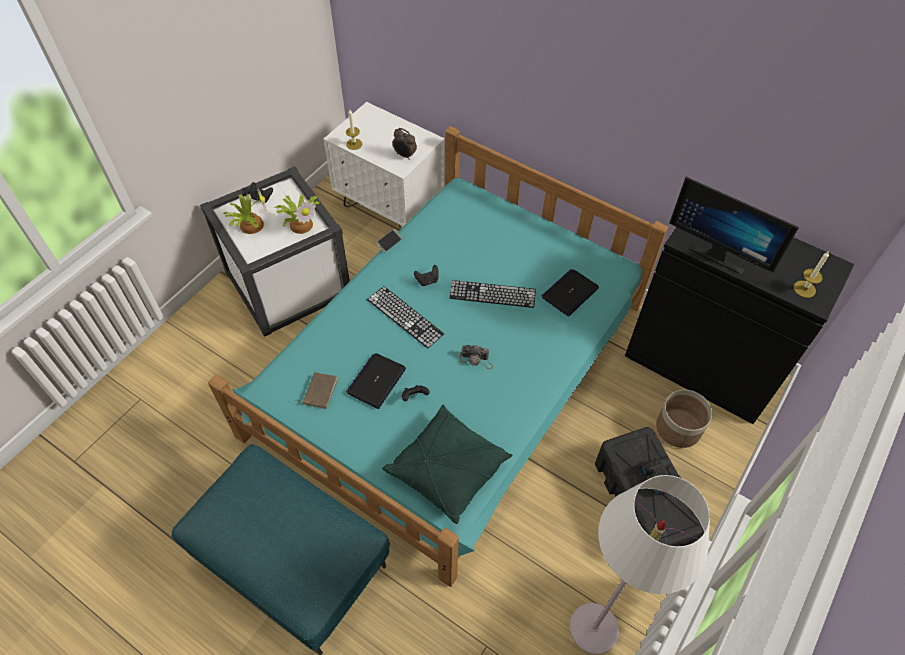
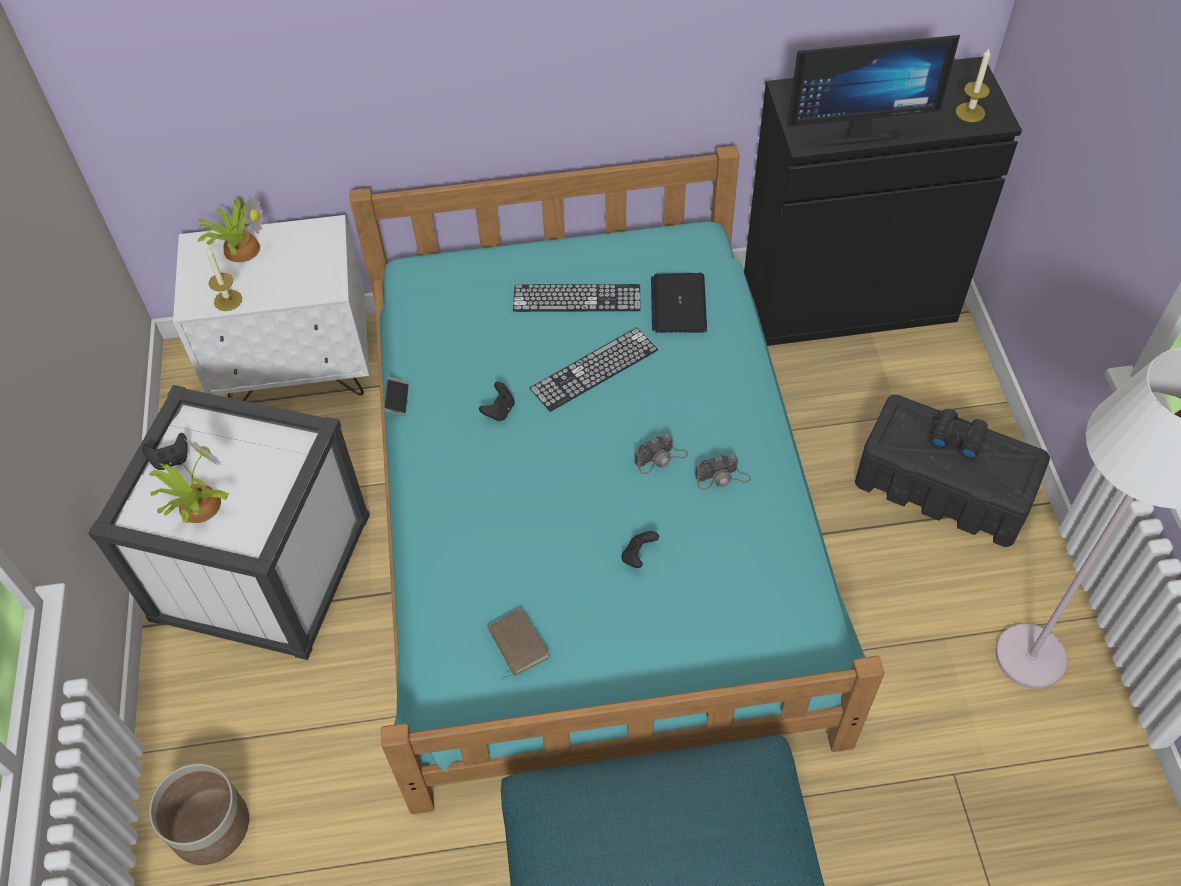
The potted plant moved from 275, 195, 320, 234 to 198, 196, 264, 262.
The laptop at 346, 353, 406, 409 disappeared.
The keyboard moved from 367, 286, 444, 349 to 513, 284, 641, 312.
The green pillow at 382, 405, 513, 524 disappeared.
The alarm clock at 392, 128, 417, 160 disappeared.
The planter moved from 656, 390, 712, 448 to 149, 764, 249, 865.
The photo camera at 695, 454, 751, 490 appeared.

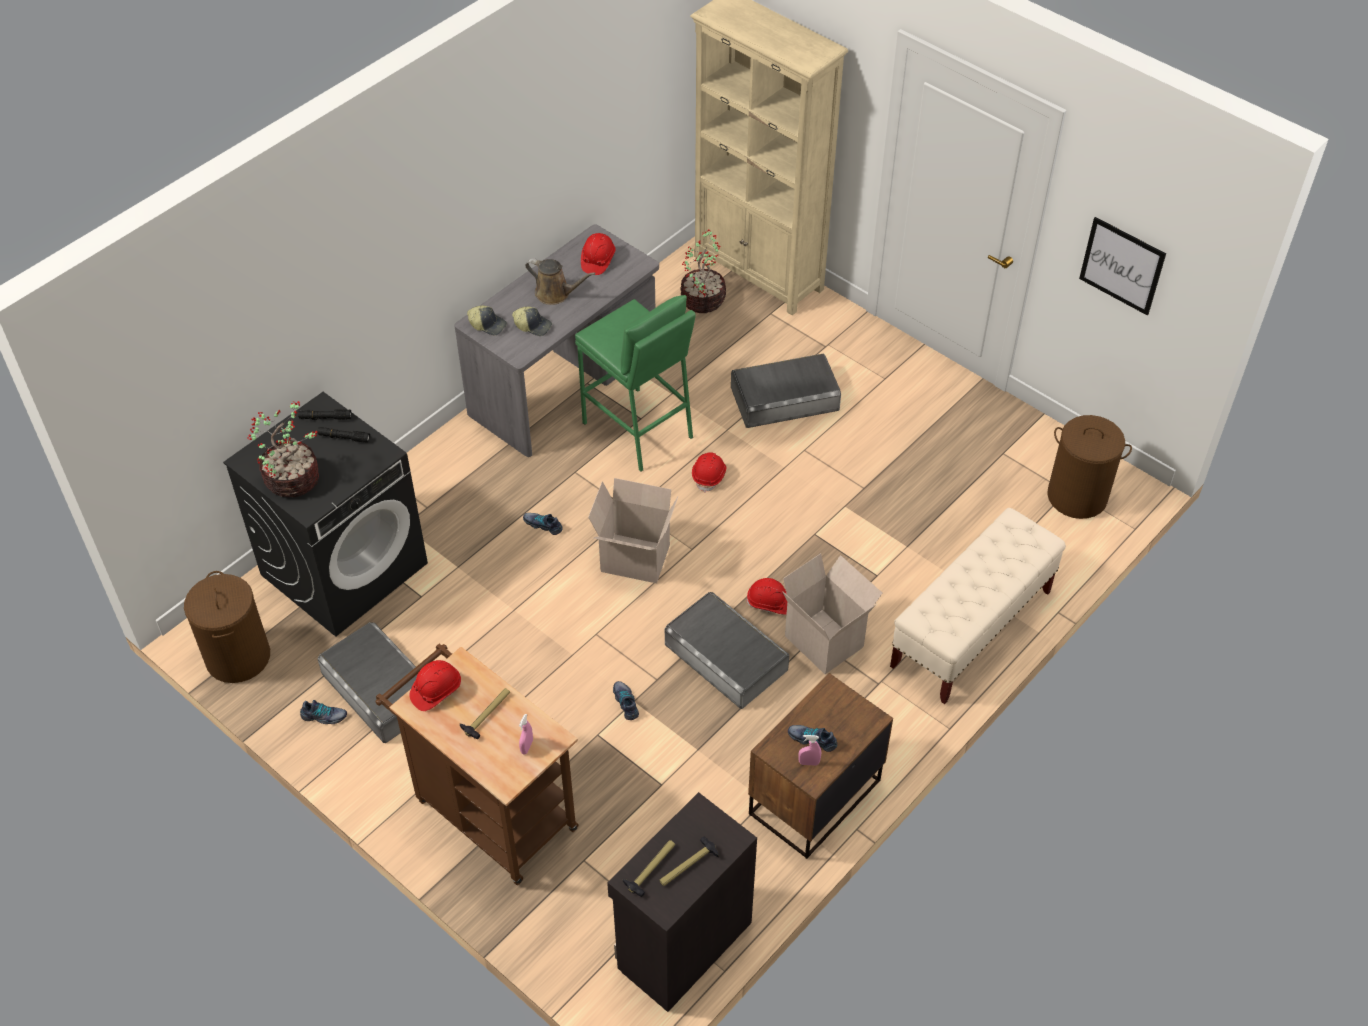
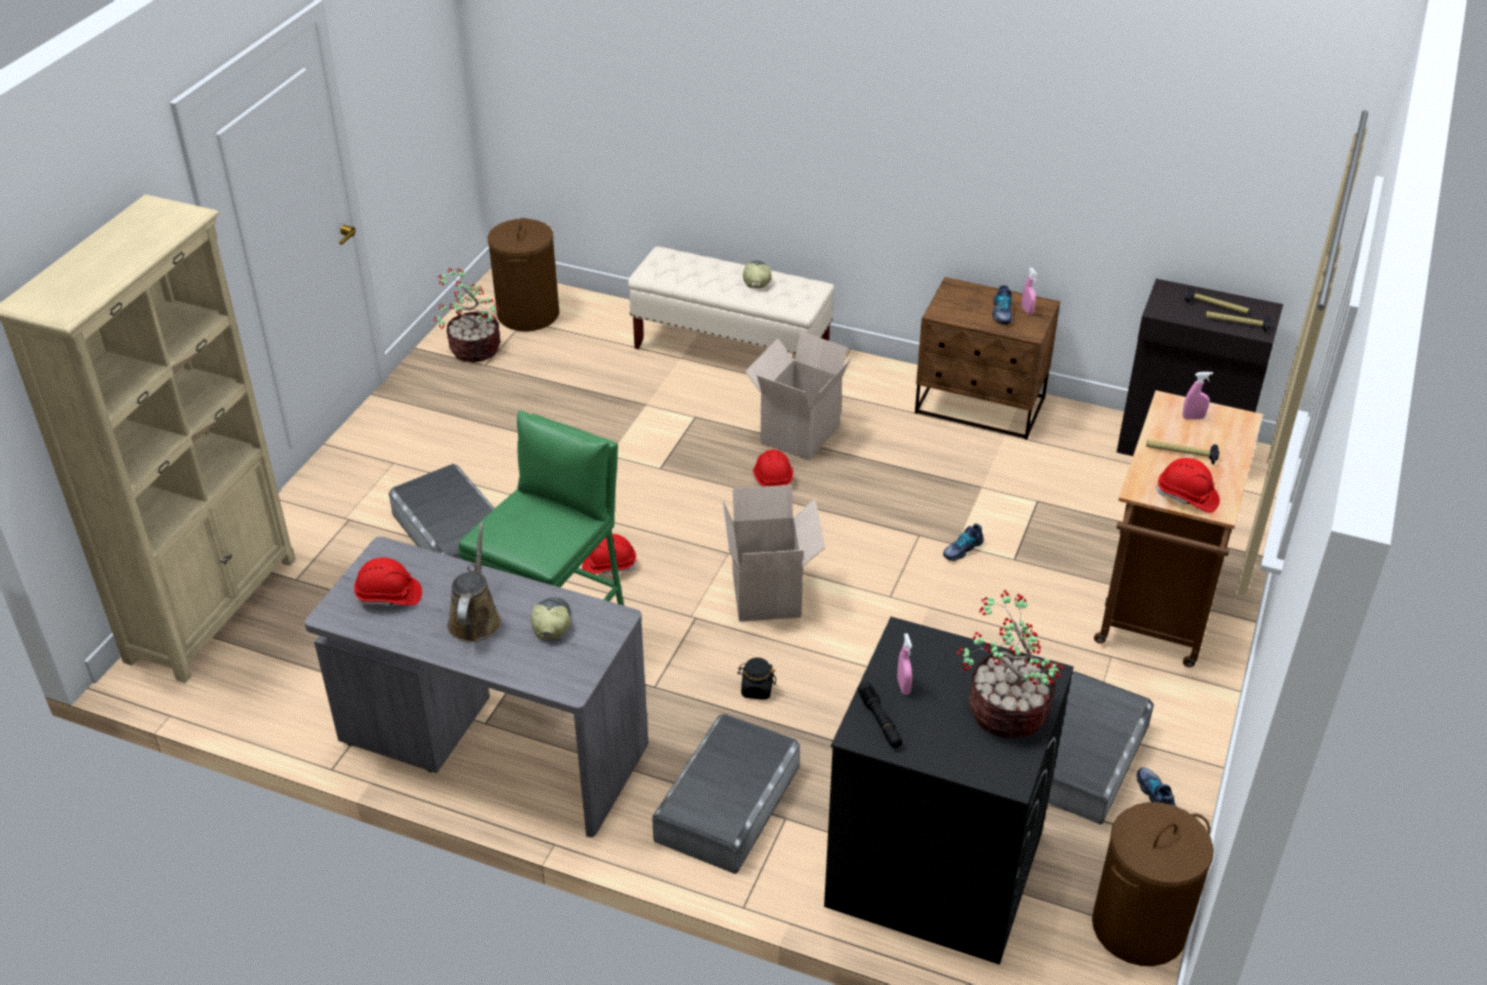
The black flashlight at 317, 427, 370, 443 was replaced by the pink spray bottle at 897, 633, 912, 695.
The cap moved from 467, 305, 507, 335 to 743, 260, 771, 288.
The shoe at 523, 513, 563, 535 was replaced by the black jar at 737, 657, 776, 700.
The grey storage box moved from 665, 592, 789, 709 to 652, 714, 800, 874.
The potted plant moved from 680, 229, 726, 313 to 433, 267, 500, 362.
The picture at 1079, 217, 1166, 315 disappeared.

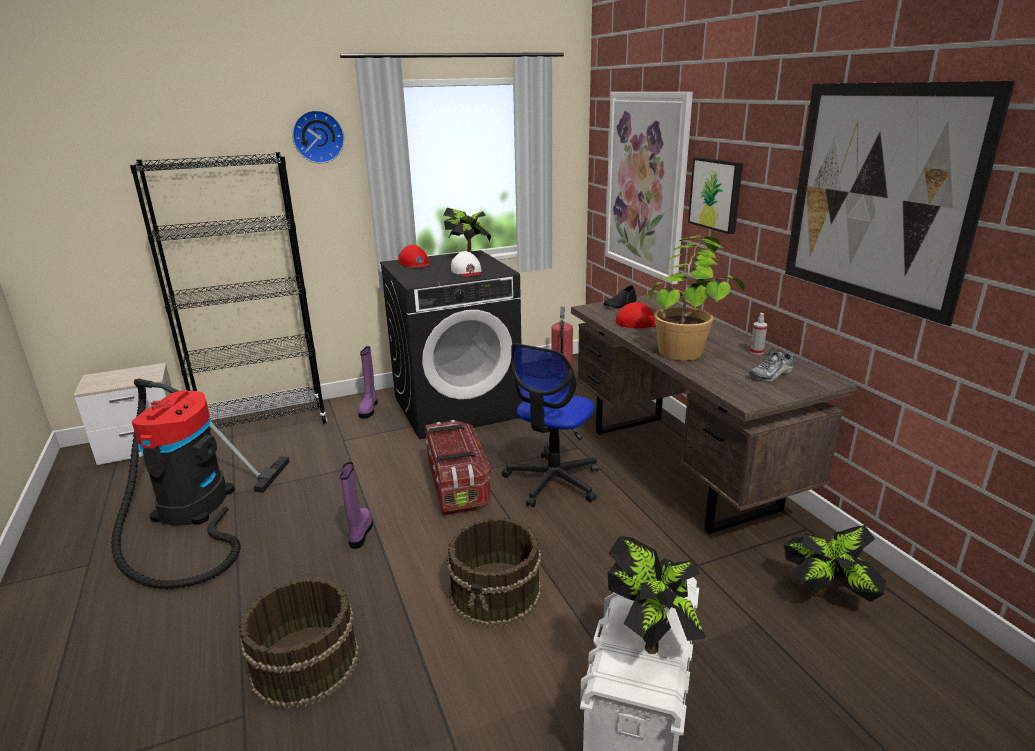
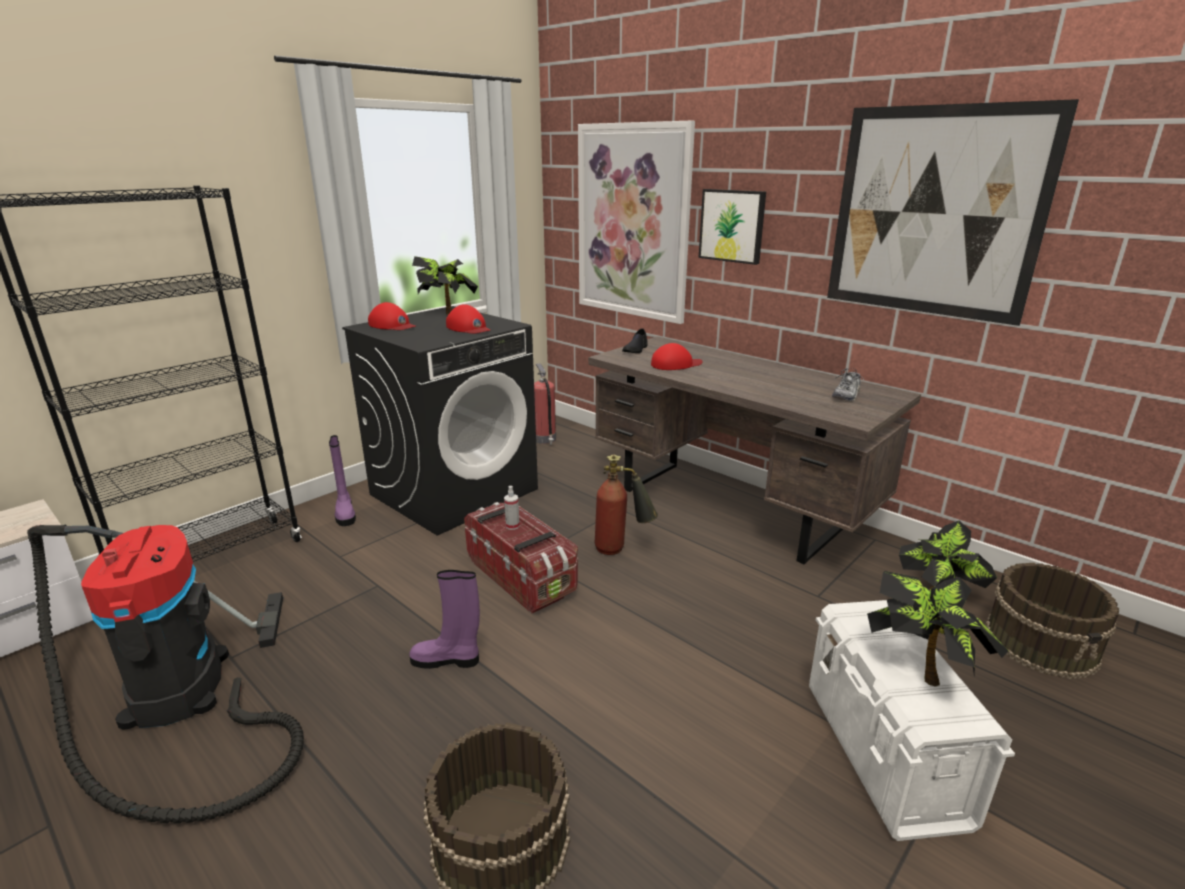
The wall clock at 292, 110, 344, 164 disappeared.
The purple boot at 340, 462, 373, 549 turned 60 degrees counterclockwise.
The brown bucket moved from 447, 517, 541, 627 to 985, 563, 1119, 679.
The white cap at 451, 251, 482, 277 became the red cap at 446, 304, 490, 334.
The office chair at 502, 343, 599, 507 was replaced by the fire extinguisher at 595, 455, 658, 555.
The potted plant at 649, 235, 745, 361 disappeared.
The spray bottle moved from 750, 313, 767, 355 to 504, 486, 520, 530.

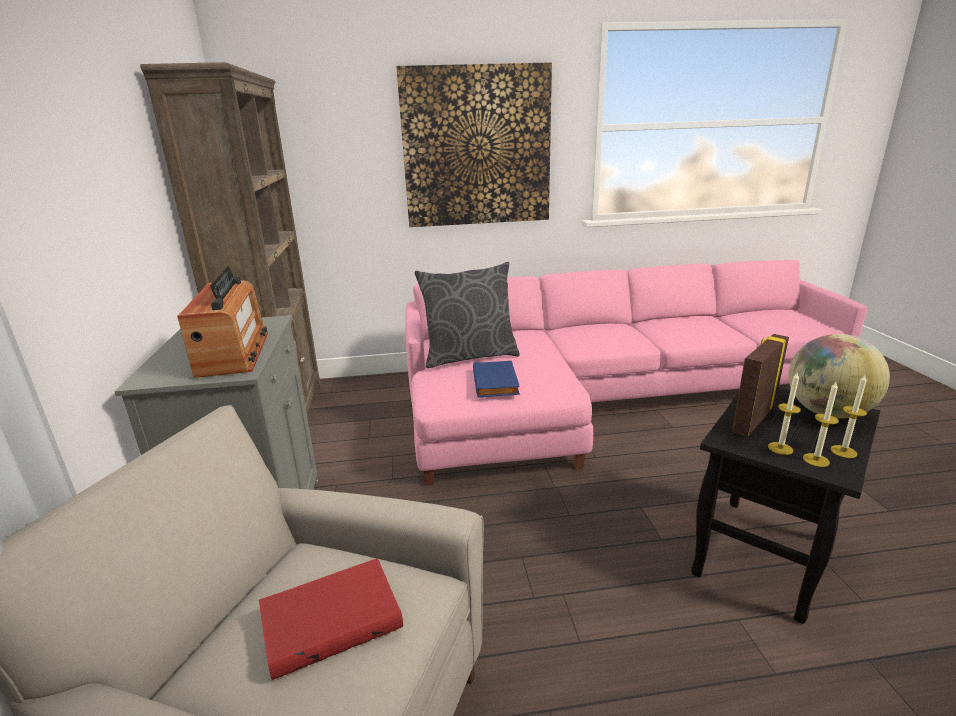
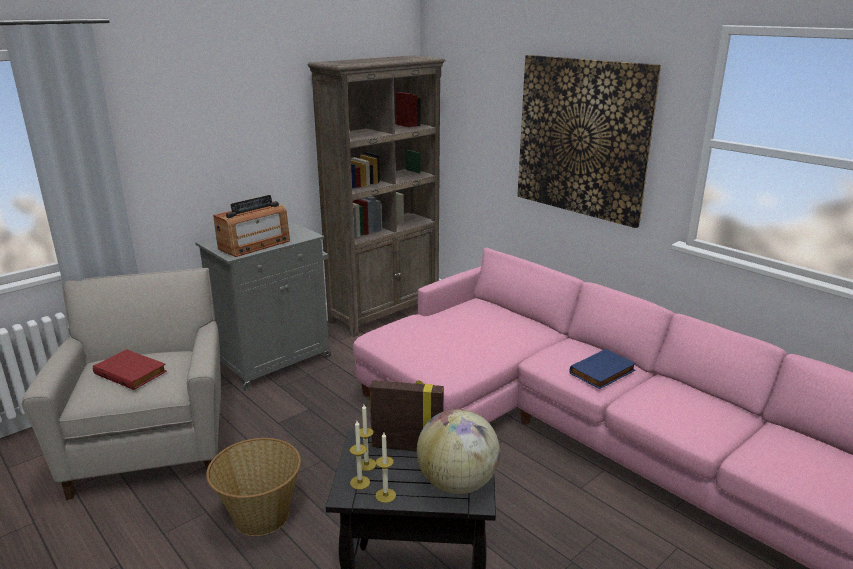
The grey pillow at 414, 262, 520, 368 disappeared.
The blue book moved from 473, 361, 520, 398 to 569, 349, 636, 389.
The basket at 206, 438, 301, 536 appeared.

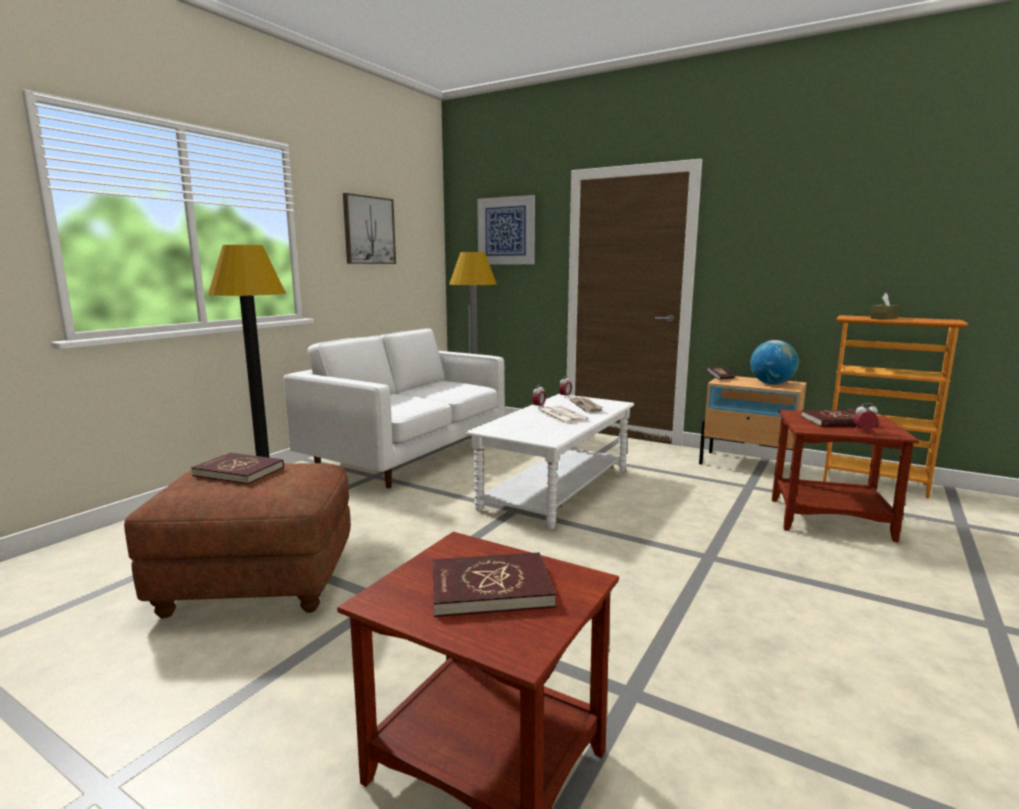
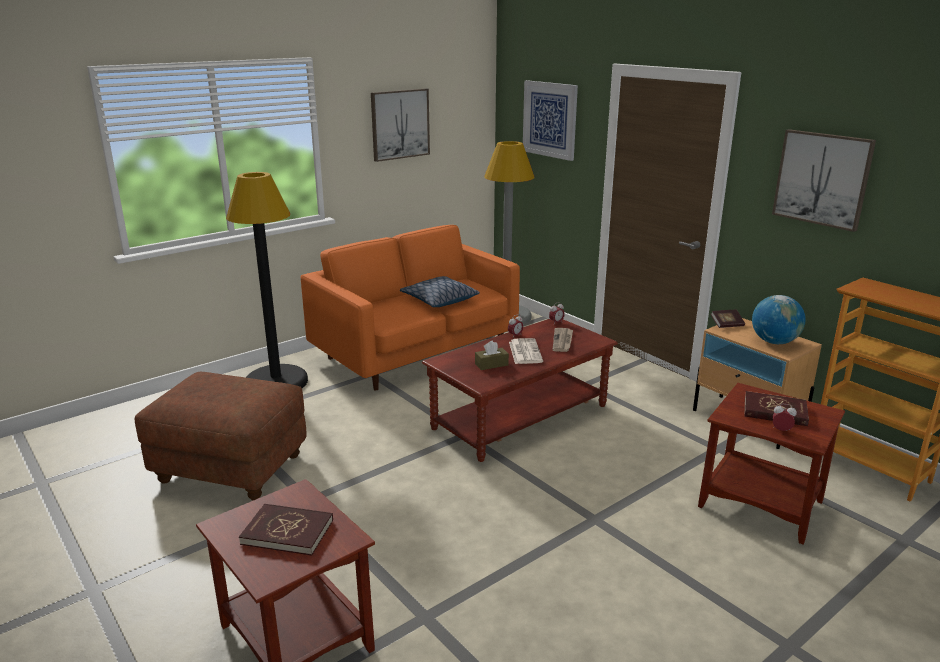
The red book at 191, 453, 284, 484 disappeared.
The white sofa at 284, 328, 505, 488 became the orange sofa at 301, 225, 520, 391.
The white coffee table at 466, 394, 634, 529 became the brown coffee table at 422, 319, 618, 462.
The brown tissue box moved from 870, 293, 899, 320 to 475, 341, 509, 370.
The pillow at 400, 276, 480, 307 appeared.
The picture at 772, 129, 876, 232 appeared.

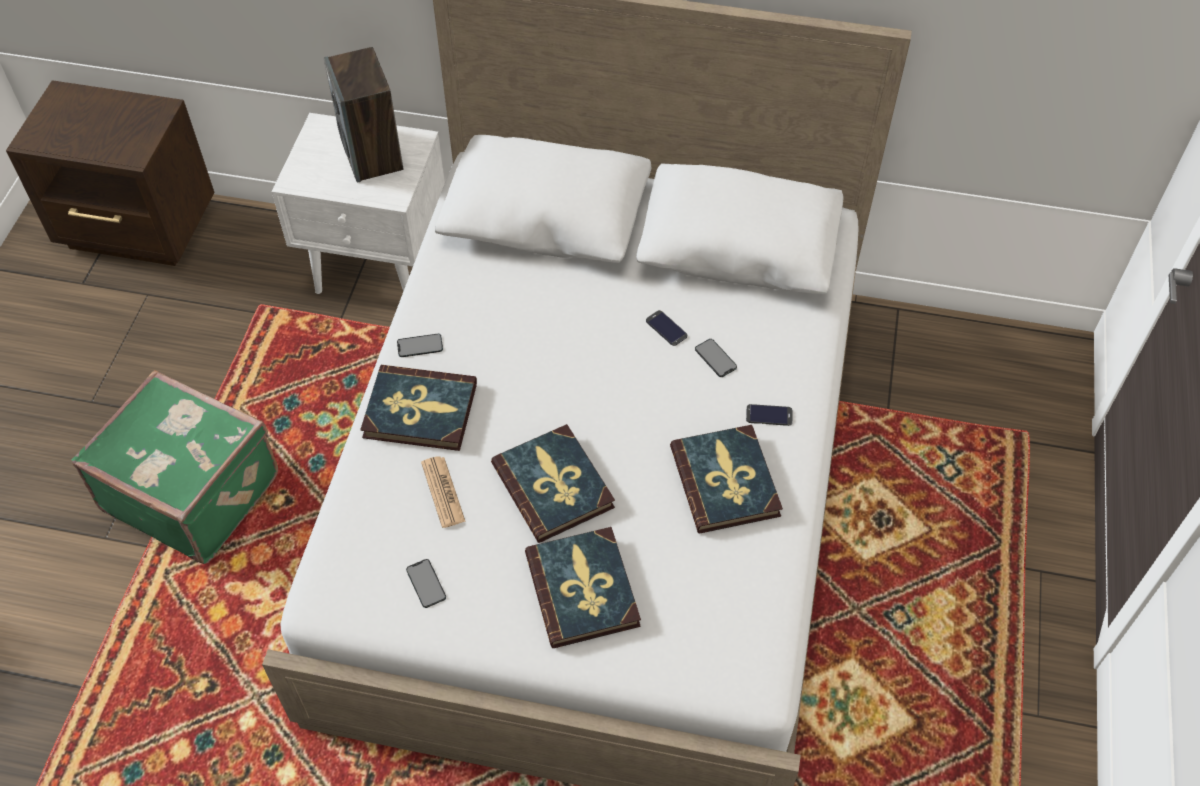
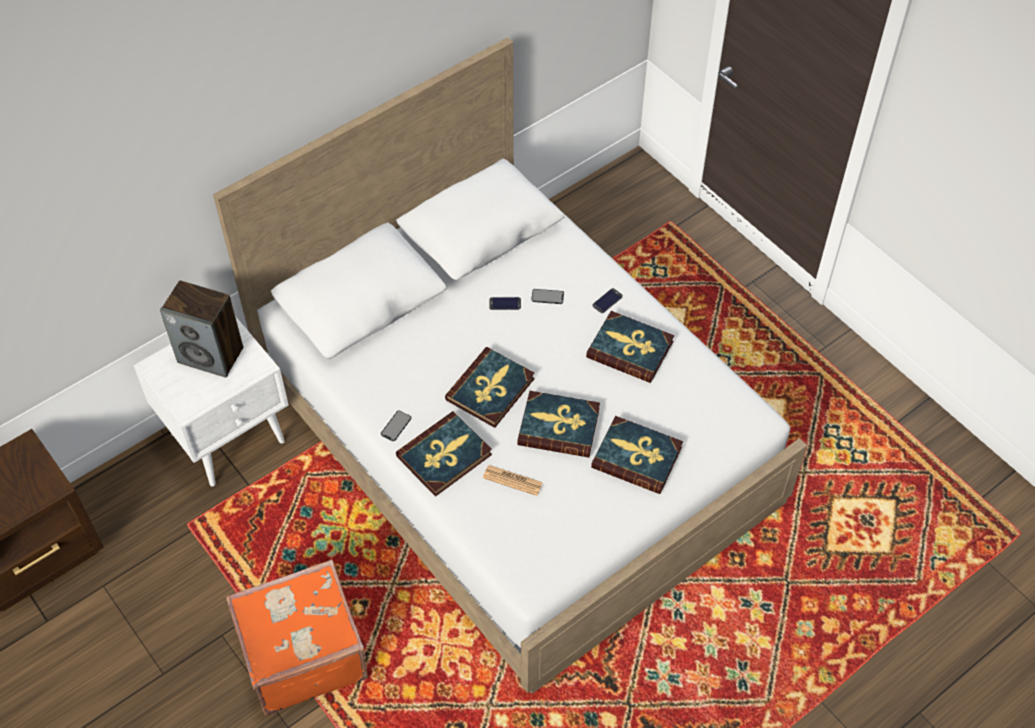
The green suitcase at 71, 370, 278, 564 became the orange suitcase at 226, 559, 368, 715.
The phone at 406, 559, 446, 608 disappeared.
The book at 445, 347, 535, 428 appeared.

